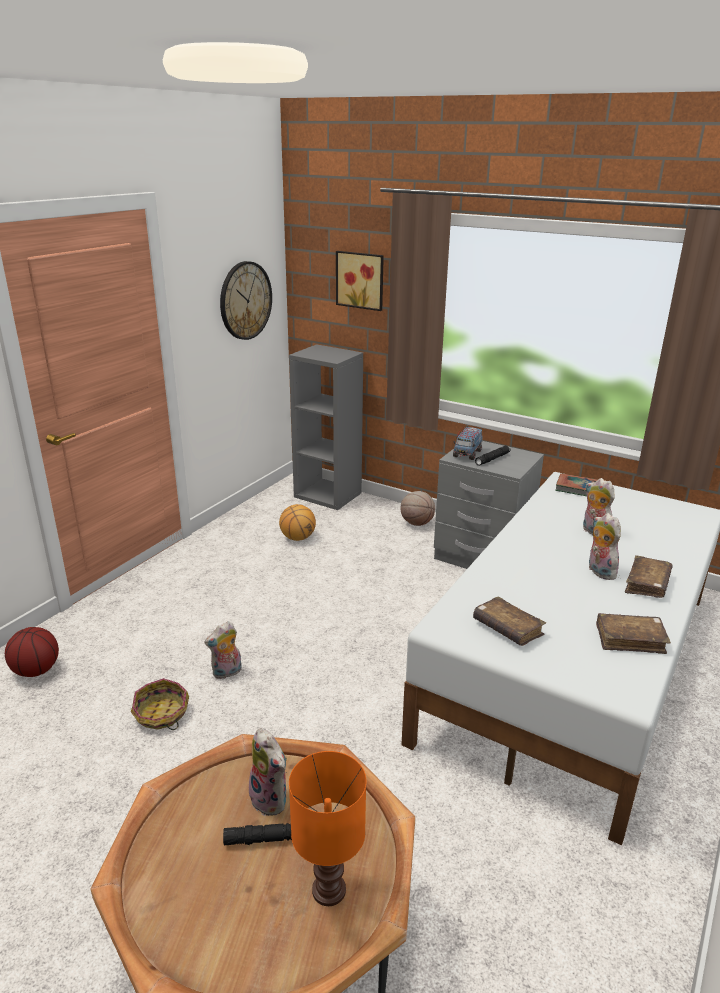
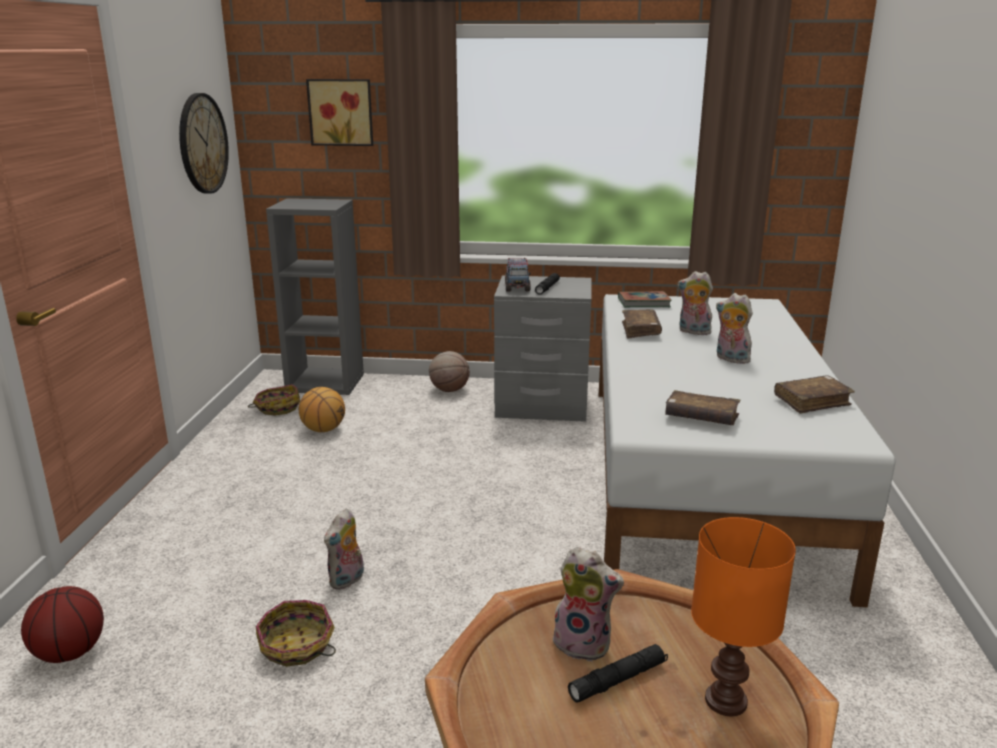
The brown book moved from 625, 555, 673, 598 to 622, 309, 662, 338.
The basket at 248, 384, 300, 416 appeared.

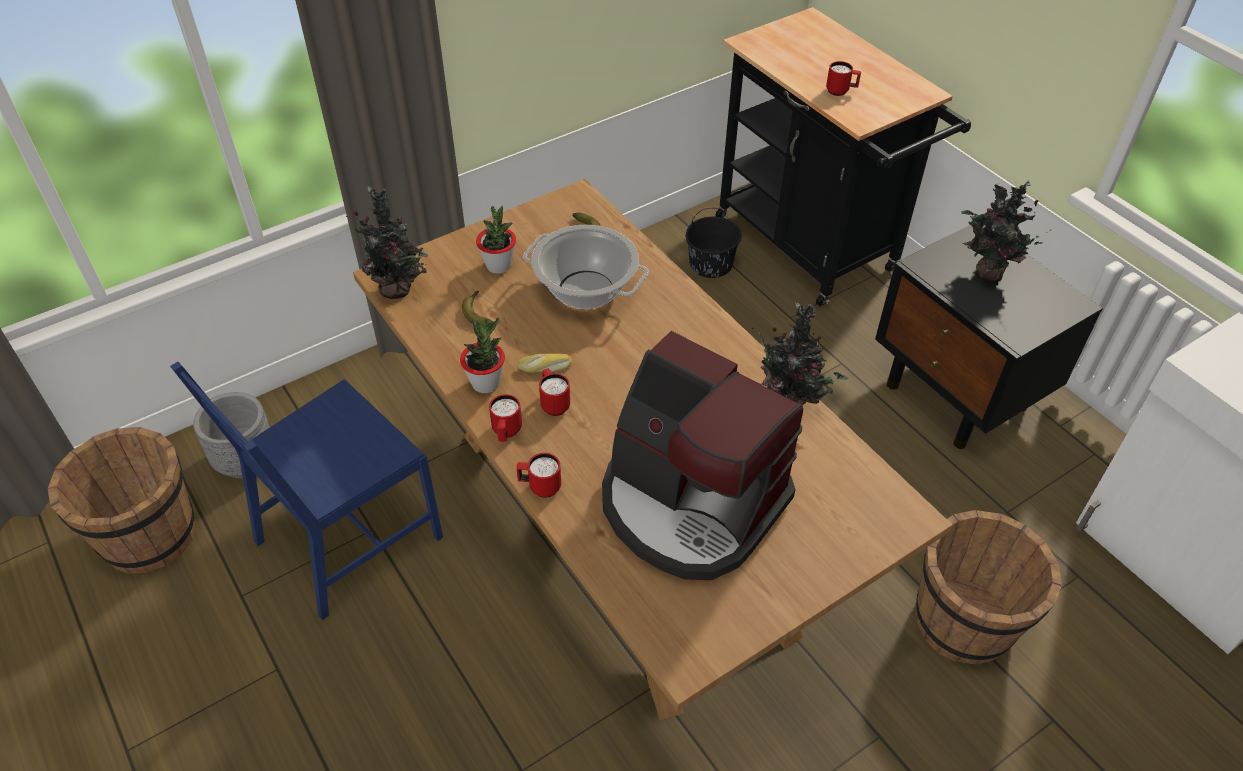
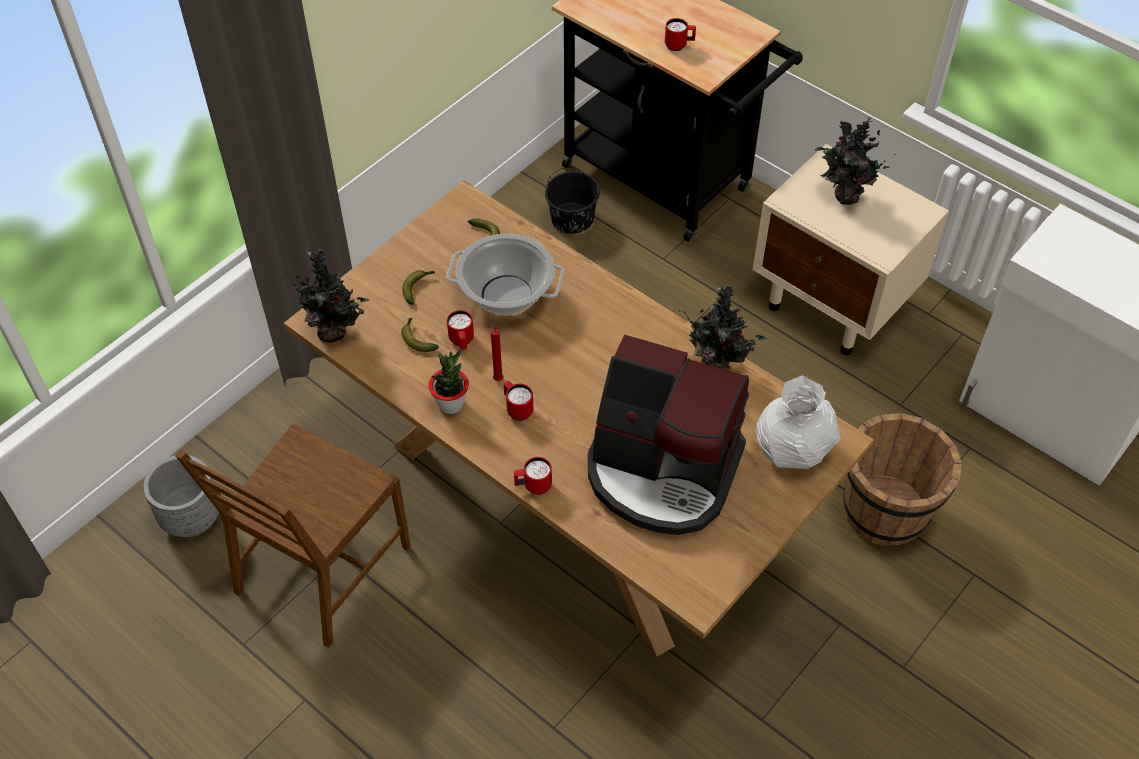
The brown bucket at 48, 427, 196, 574 disappeared.
The blue chair at 170, 362, 443, 620 became the brown chair at 175, 423, 411, 648.
The potted plant at 476, 206, 516, 274 was replaced by the banana at 402, 270, 435, 305.
The red mug moved from 489, 394, 522, 442 to 447, 310, 474, 350.
The bread at 517, 353, 572, 373 was replaced by the red candle at 490, 320, 503, 381.
The black nightstand at 875, 225, 1103, 449 became the beige nightstand at 753, 144, 949, 355.
The white vase at 756, 375, 841, 469 appeared.

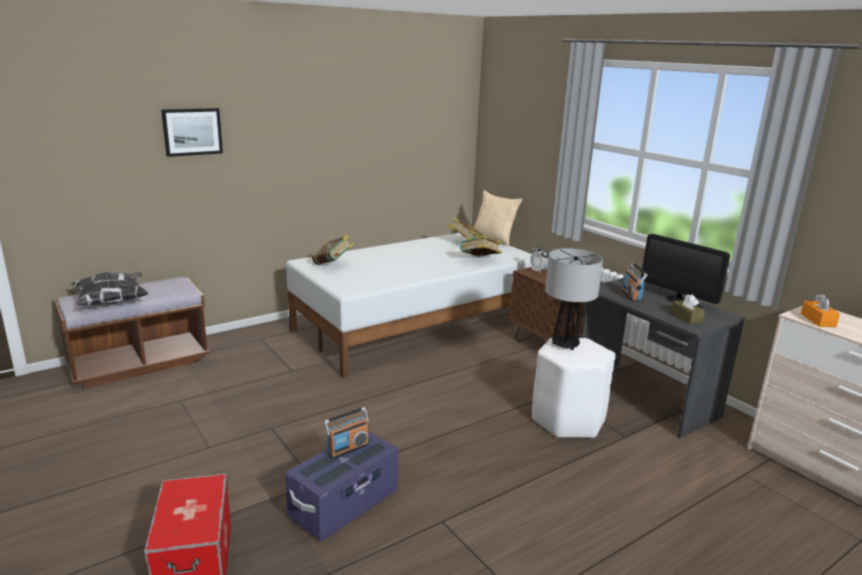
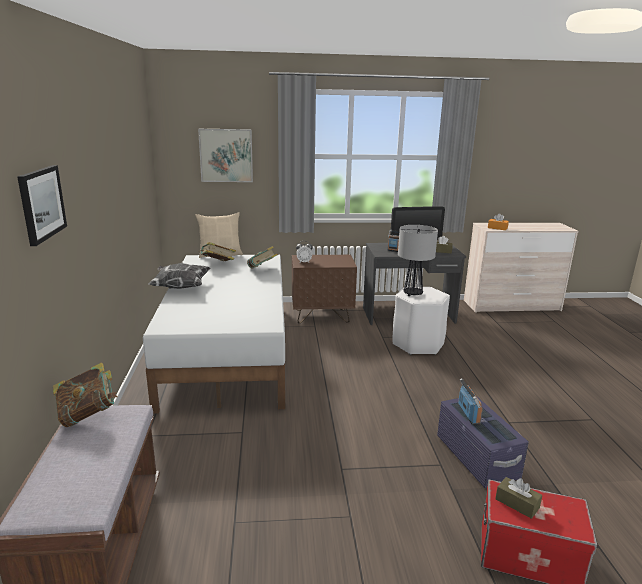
The pillow moved from 71, 272, 149, 305 to 148, 263, 211, 289.
The book moved from 312, 235, 354, 265 to 53, 362, 118, 427.
The picture at 198, 129, 253, 182 appeared.
The brown tissue box at 495, 477, 542, 519 appeared.

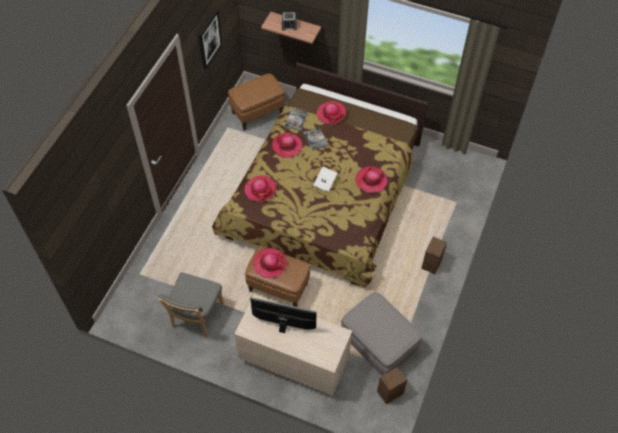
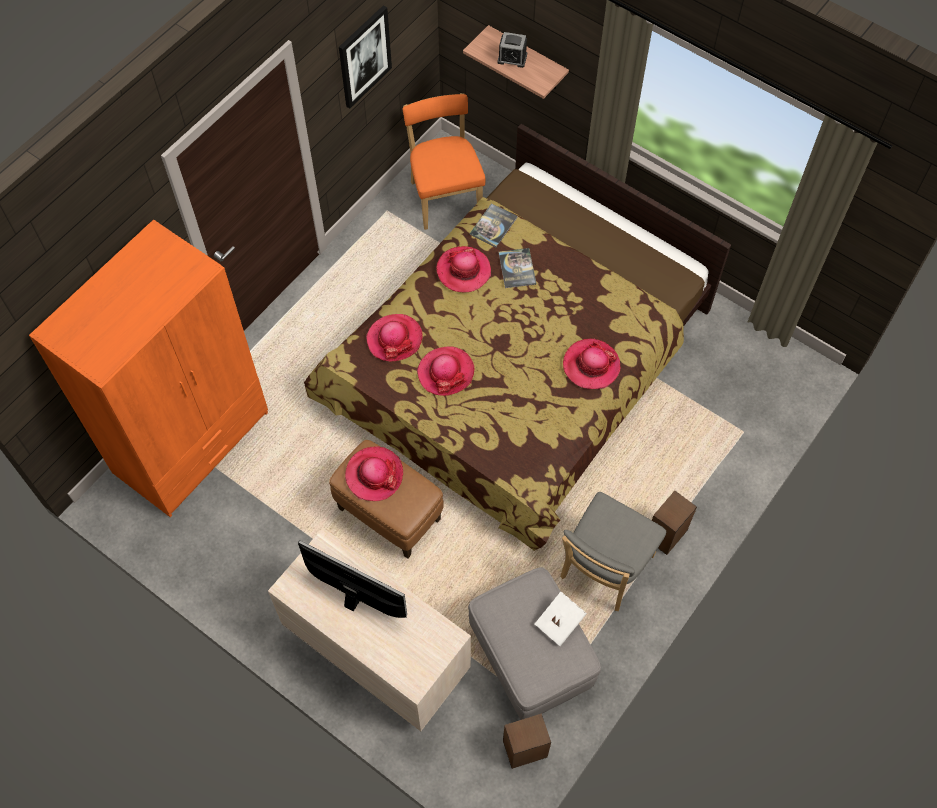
The grey chair moved from 158, 273, 224, 338 to 560, 492, 666, 612.
The brown ottoman at 228, 73, 285, 131 was replaced by the orange chair at 403, 93, 485, 230.
The white book moved from 314, 166, 338, 193 to 535, 592, 587, 646.
The hat moved from 316, 101, 346, 124 to 417, 346, 474, 396.
The orange wardrobe at 29, 219, 268, 517 appeared.

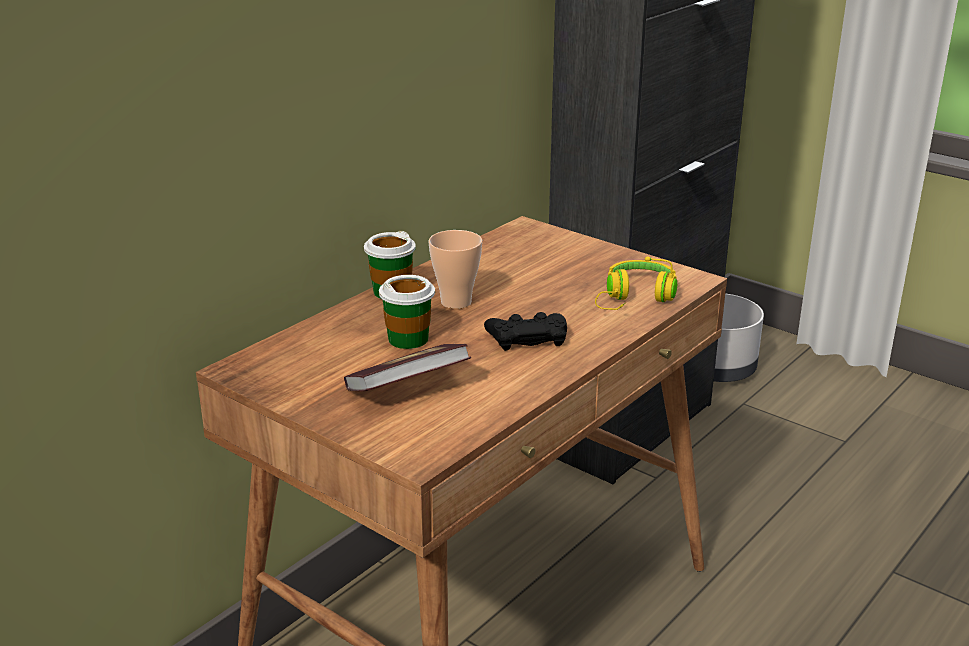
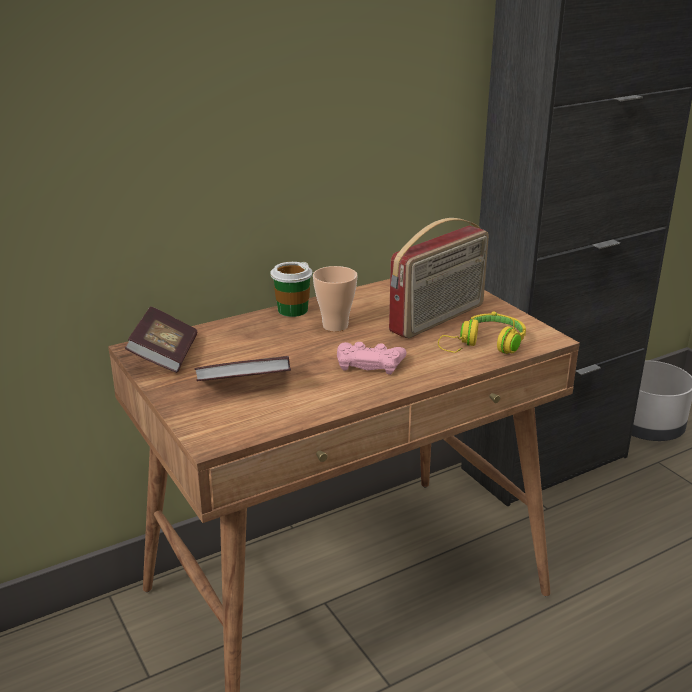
The cup at 379, 275, 435, 349 disappeared.
The black game controller at 484, 312, 567, 351 became the pink game controller at 337, 342, 407, 375.
The book at 125, 306, 197, 373 appeared.
The radio at 389, 218, 489, 338 appeared.

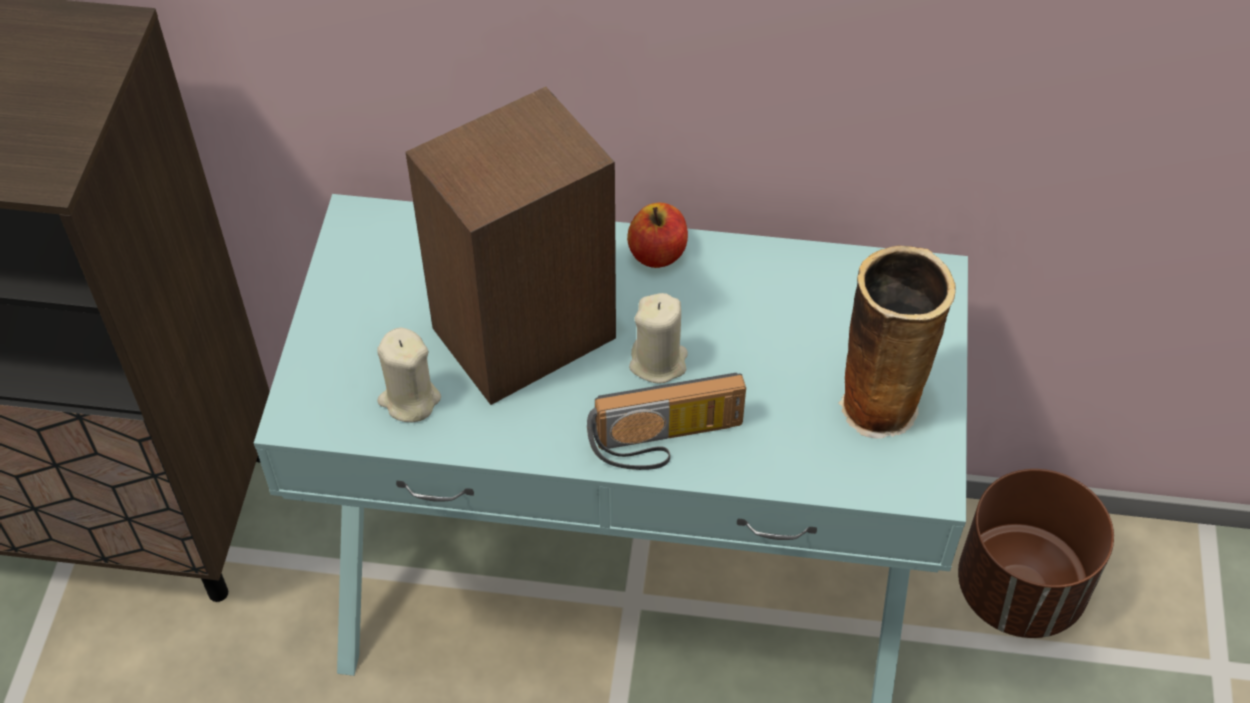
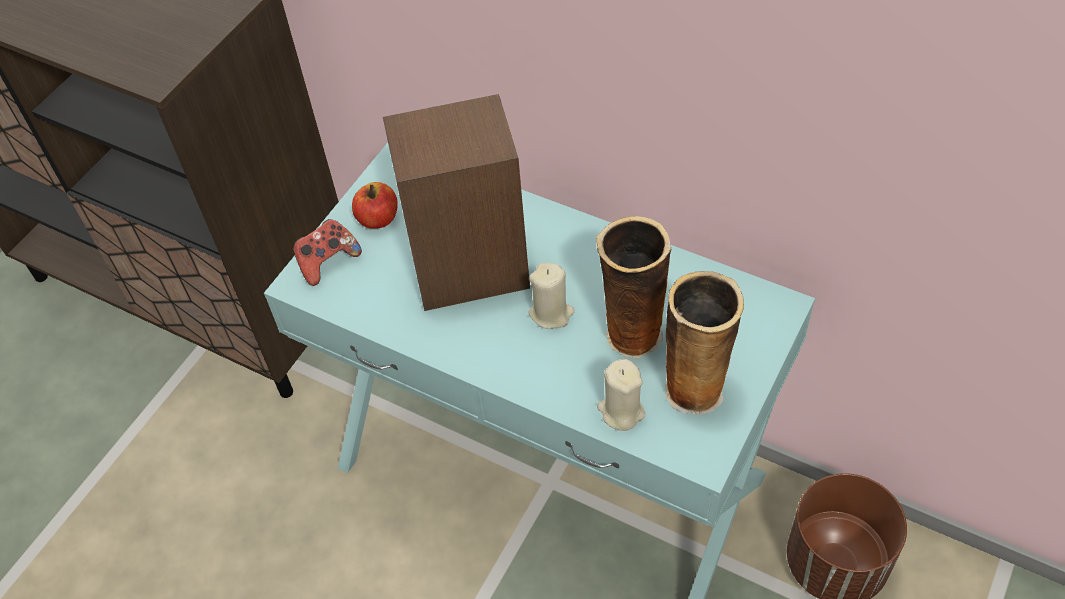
The beige candle moved from 377, 327, 441, 422 to 597, 359, 645, 431.
The radio at 587, 373, 746, 470 disappeared.
The apple moved from 627, 203, 688, 268 to 352, 182, 398, 229.
The game controller at 293, 219, 362, 286 appeared.
The vase at 596, 216, 671, 359 appeared.

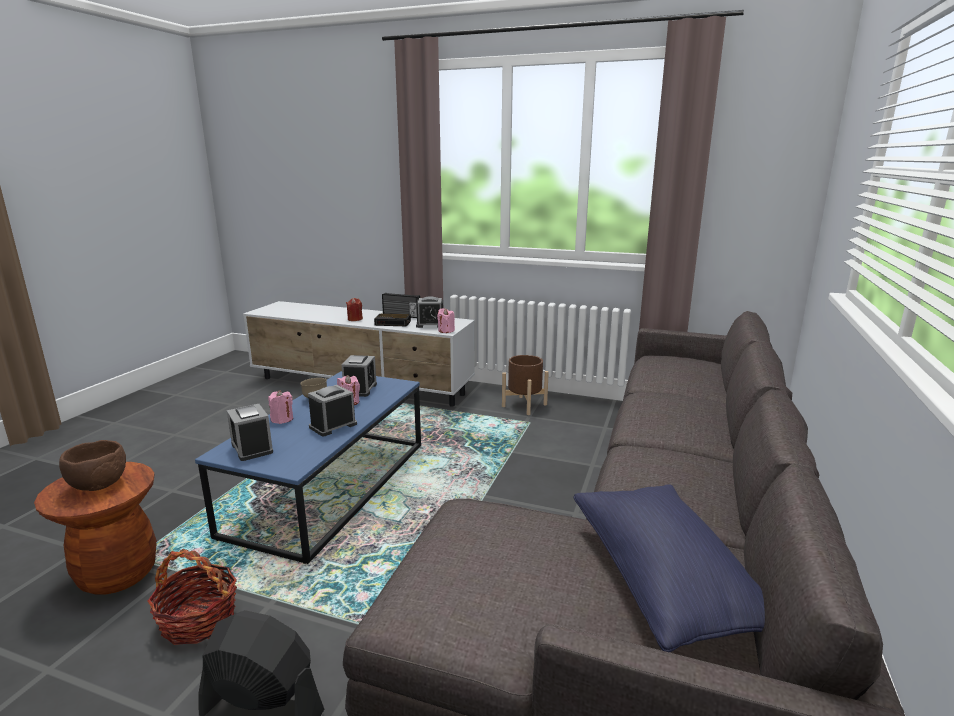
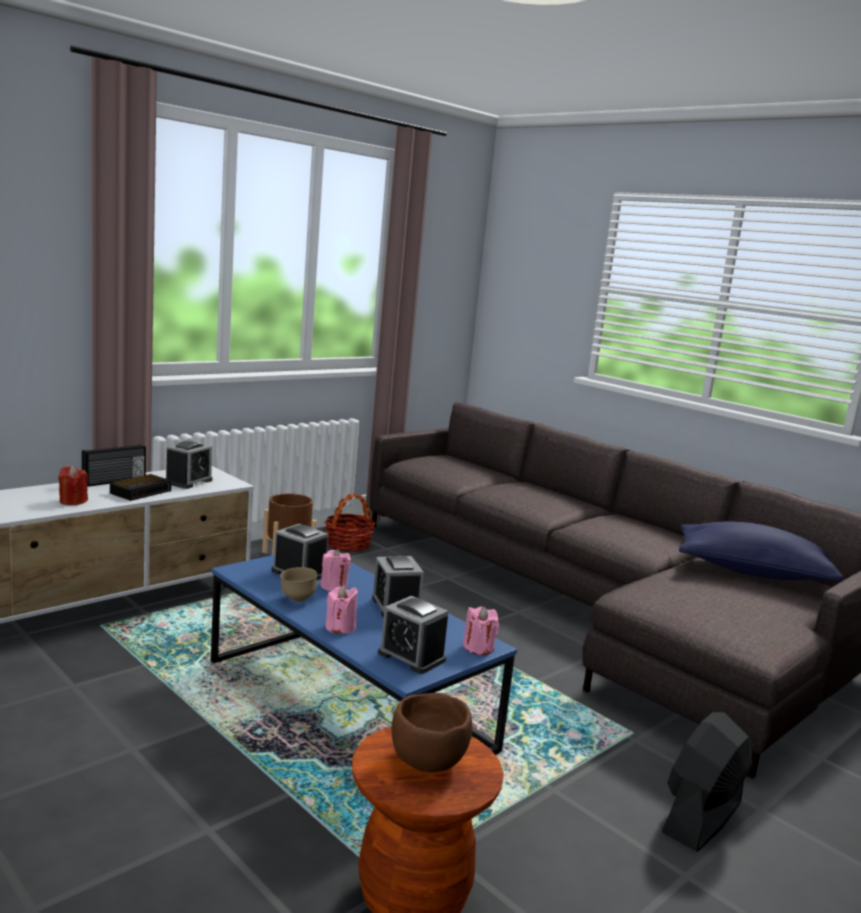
The basket moved from 148, 549, 237, 645 to 324, 493, 375, 552.
The alarm clock at 227, 404, 273, 461 turned 45 degrees clockwise.
The pink candle moved from 437, 308, 455, 333 to 463, 606, 499, 655.

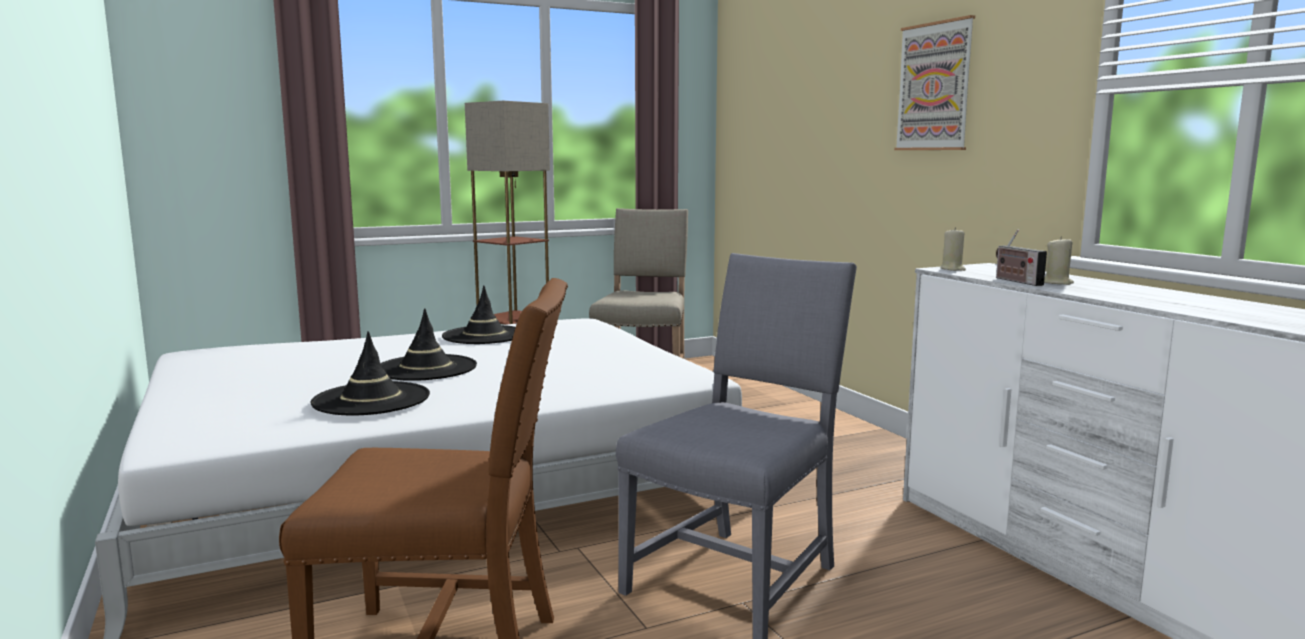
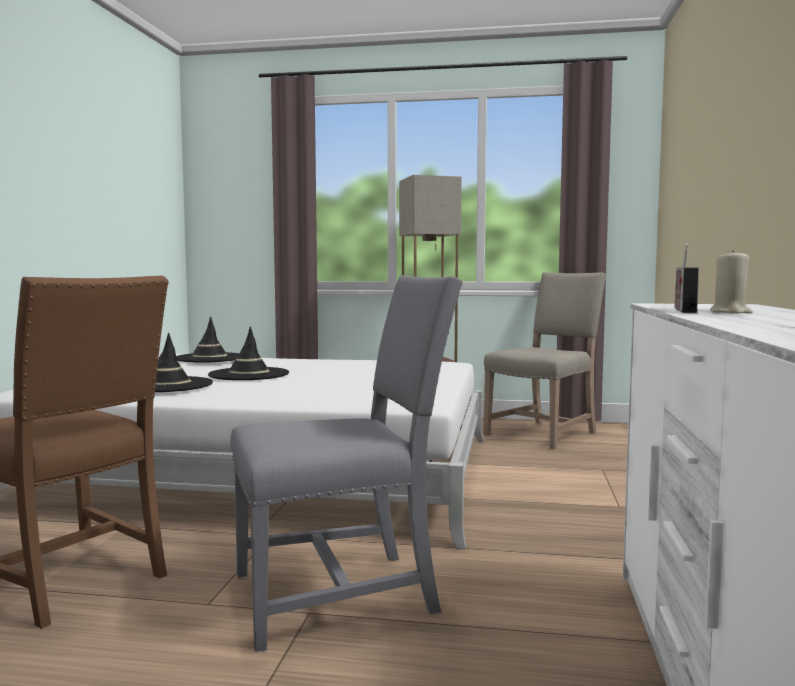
The black hat moved from 442, 286, 516, 344 to 176, 317, 239, 362.
The picture at 894, 15, 975, 150 disappeared.
The beige candle at 940, 227, 966, 271 disappeared.

